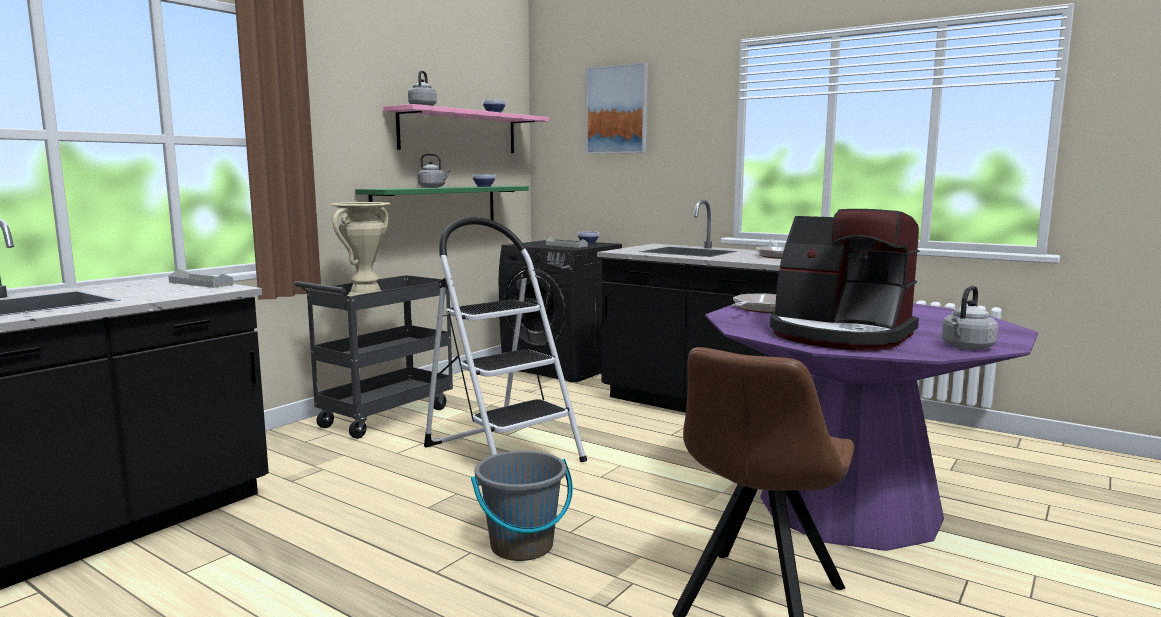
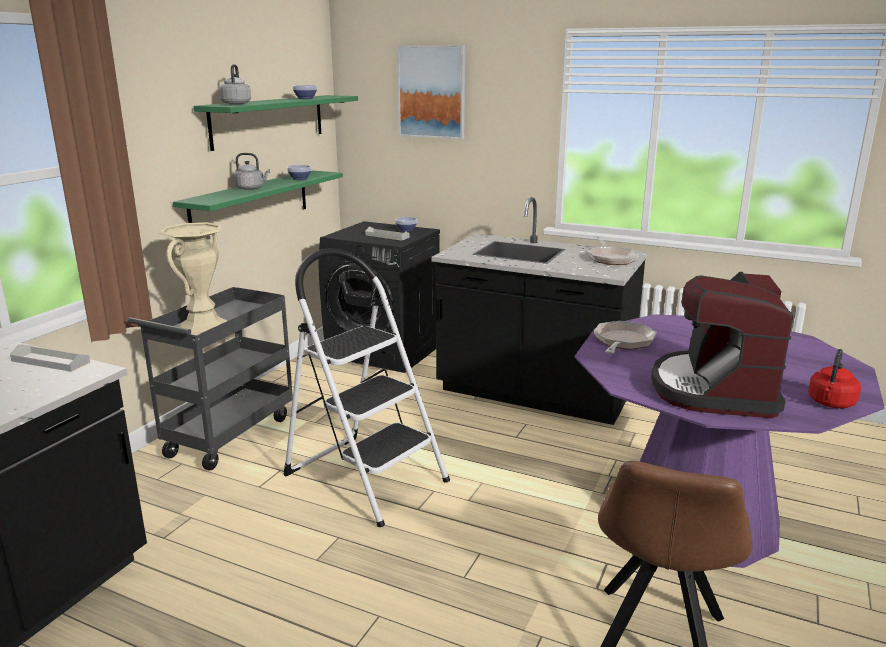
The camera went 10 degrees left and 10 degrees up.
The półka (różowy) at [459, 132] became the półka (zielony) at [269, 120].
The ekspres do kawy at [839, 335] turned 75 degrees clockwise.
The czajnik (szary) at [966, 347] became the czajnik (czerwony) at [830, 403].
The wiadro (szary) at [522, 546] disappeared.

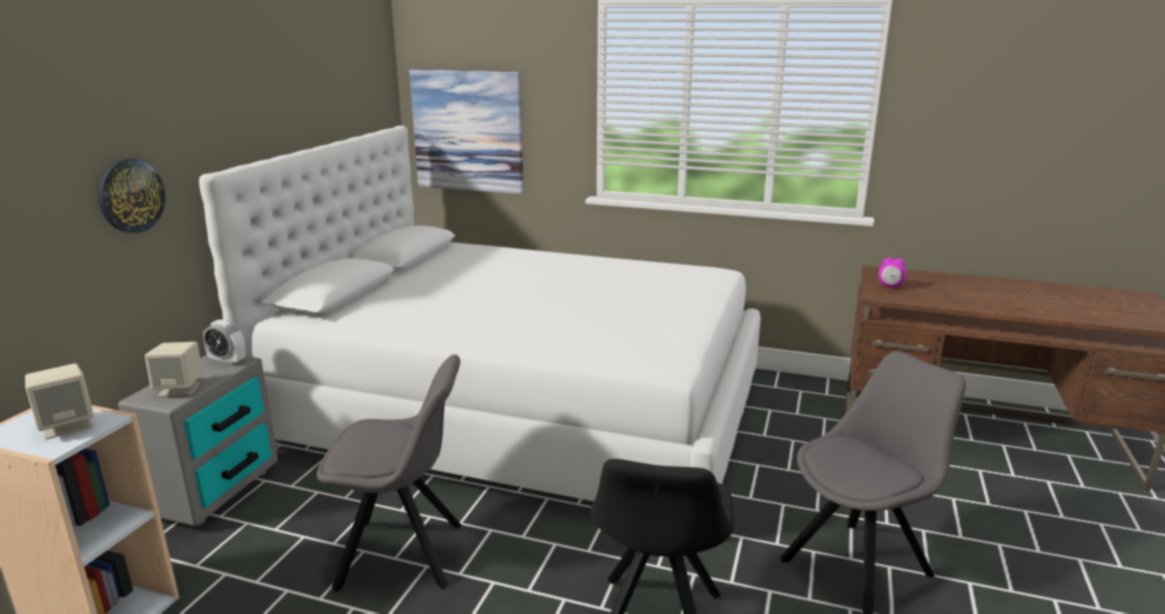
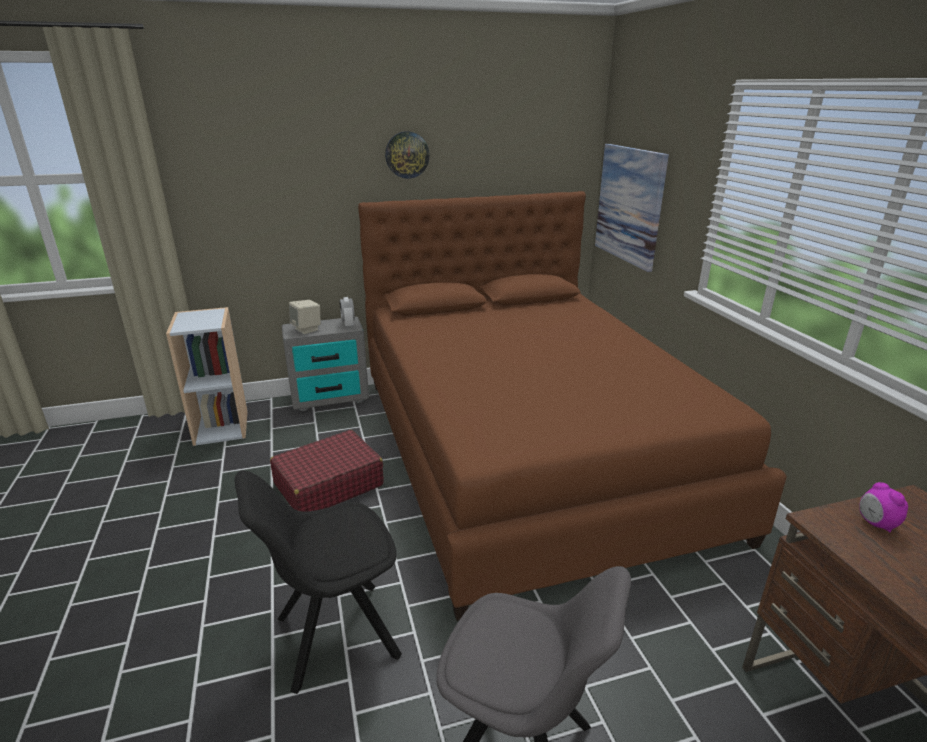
The camera went 55 degrees right and 5 degrees up.
The łóżko (biały) at [520, 412] became the łóżko (brązowy) at [527, 450].
The zegar ścienny moved from [131, 195] to [407, 155].
The krzesło (szary) at [402, 555] was replaced by the walizka (czerwony) at [328, 484].
The głośnik (beżowy) at [67, 426] disappeared.

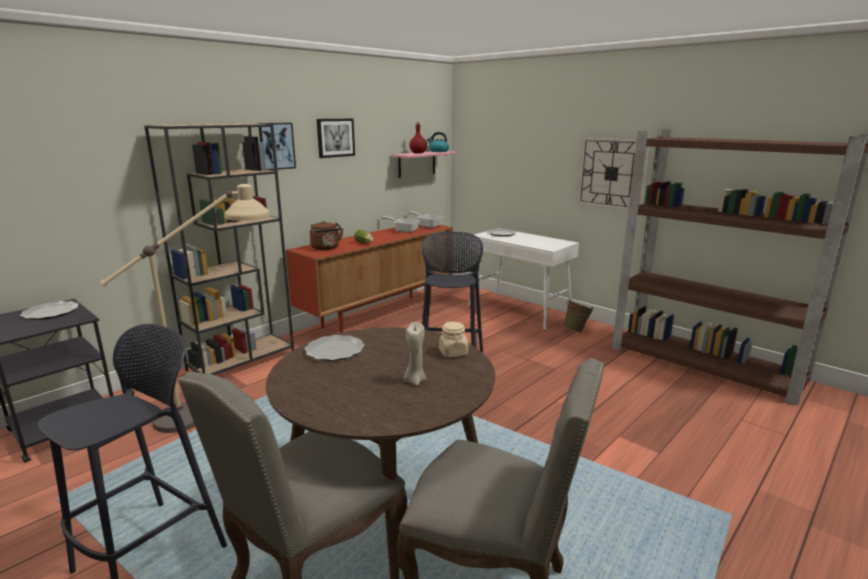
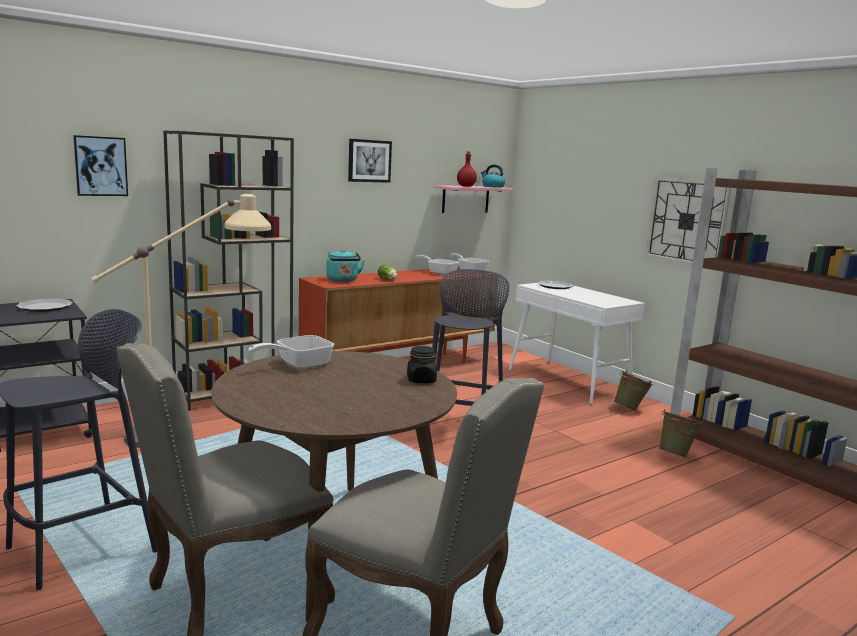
The camera went 10 degrees right and 5 degrees down.
The obraz moved from [276, 146] to [101, 166].
The czajnik (brązowy) at [326, 248] became the czajnik (turkusowy) at [343, 280].
The słoik (beżowy) at [453, 353] became the słoik (czarny) at [421, 380].
The świeca (beżowy) at [414, 380] disappeared.
The talerz at [334, 350] was replaced by the patelnia at [298, 364].
The wiadro (zielony) at [676, 455] appeared.

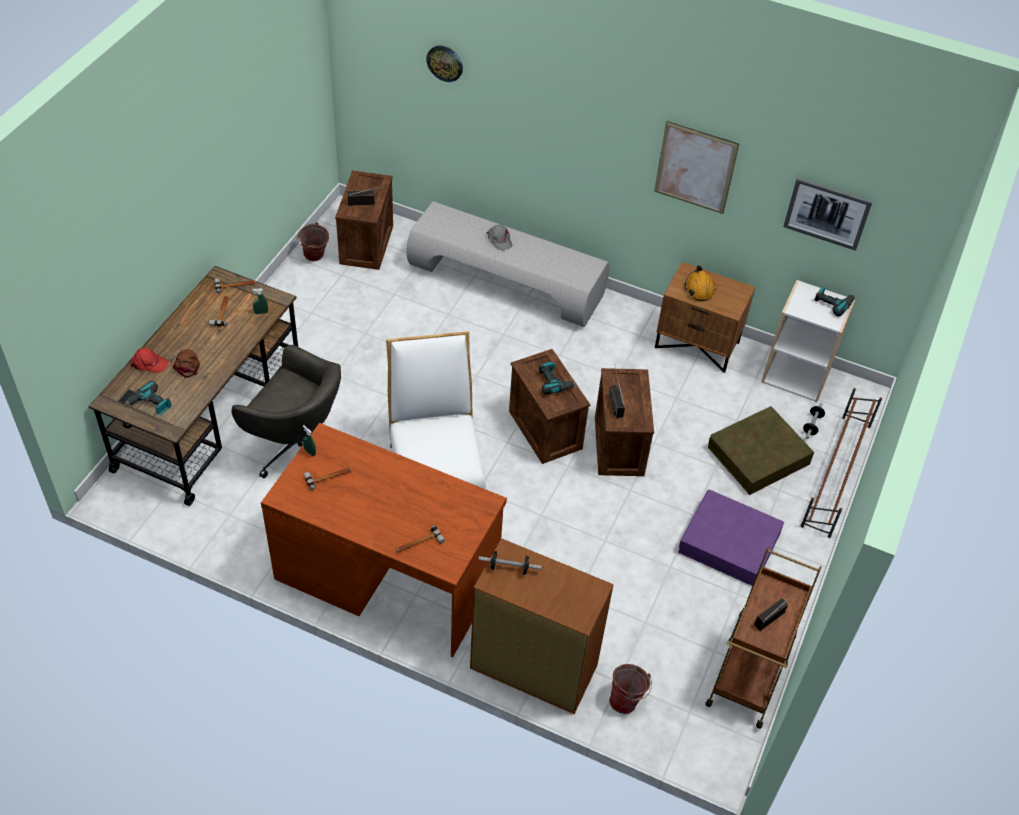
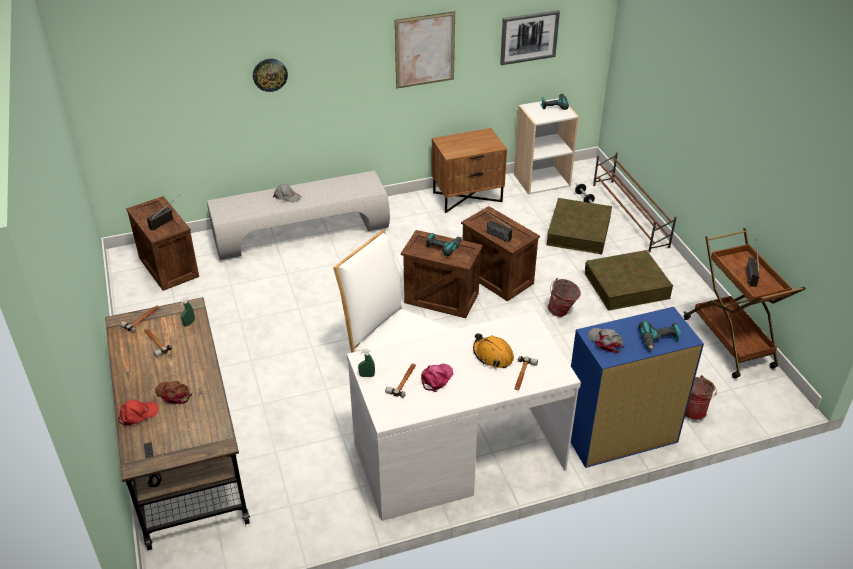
The camera went 40 degrees left and 10 degrees down.
The zegar ścienny moved from [445, 63] to [270, 74].
The wiadro moved from [314, 258] to [562, 313].
The kask (pomarańczowy) moved from [699, 288] to [493, 355].
The krzesło biurowe (szary) at [298, 448] disappeared.
The wiertarka moved from [150, 404] to [659, 340].
The biurko (brązowy) at [387, 575] became the biurko (biały) at [457, 455].
The pojemnik do przechowywania (fioletowy) at [729, 543] became the pojemnik do przechowywania (brązowy) at [626, 286].
The szafka (brązowy) at [533, 666] became the szafka (niebieski) at [619, 435].
The hantel at [509, 568] was replaced by the czapka z daszkiem (szary) at [606, 342].
The czapka z daszkiem (różowy) at [436, 378] appeared.

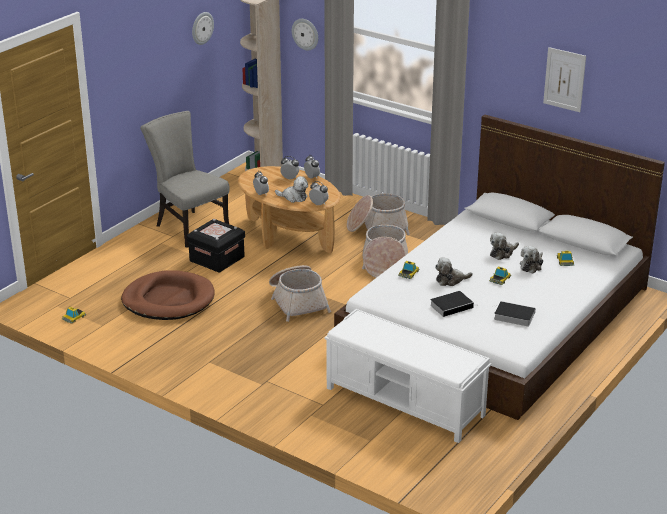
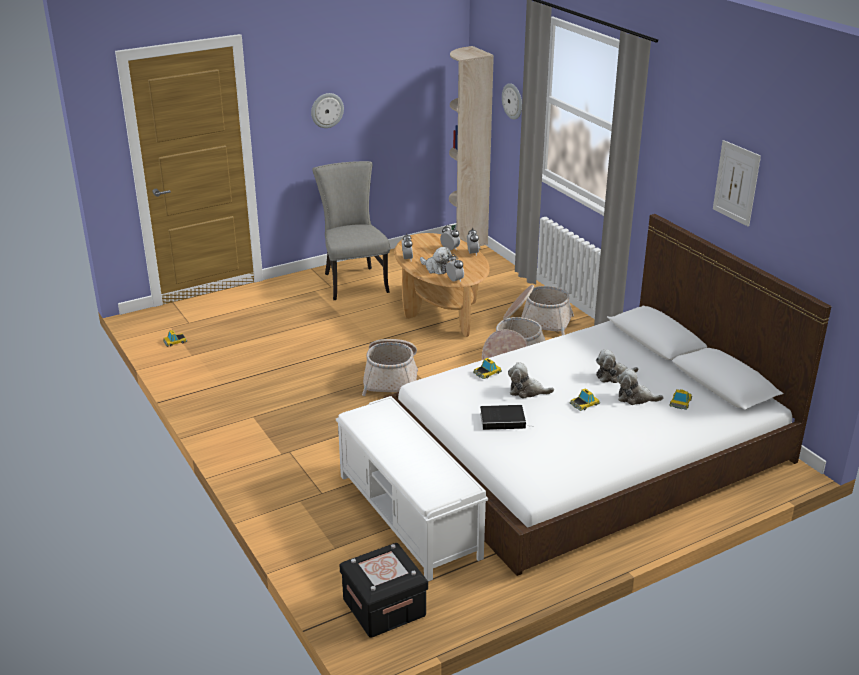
The camera went 25 degrees right and 0 degrees up.
The zegar ścienny moved from [202, 28] to [327, 110].
The pojemnik do przechowywania (czarny) moved from [217, 259] to [384, 607].
The pluszak at [531, 266] turned 45 degrees clockwise.
The legowisko (brązowy) at [168, 300] disappeared.
The książka at [513, 316] disappeared.

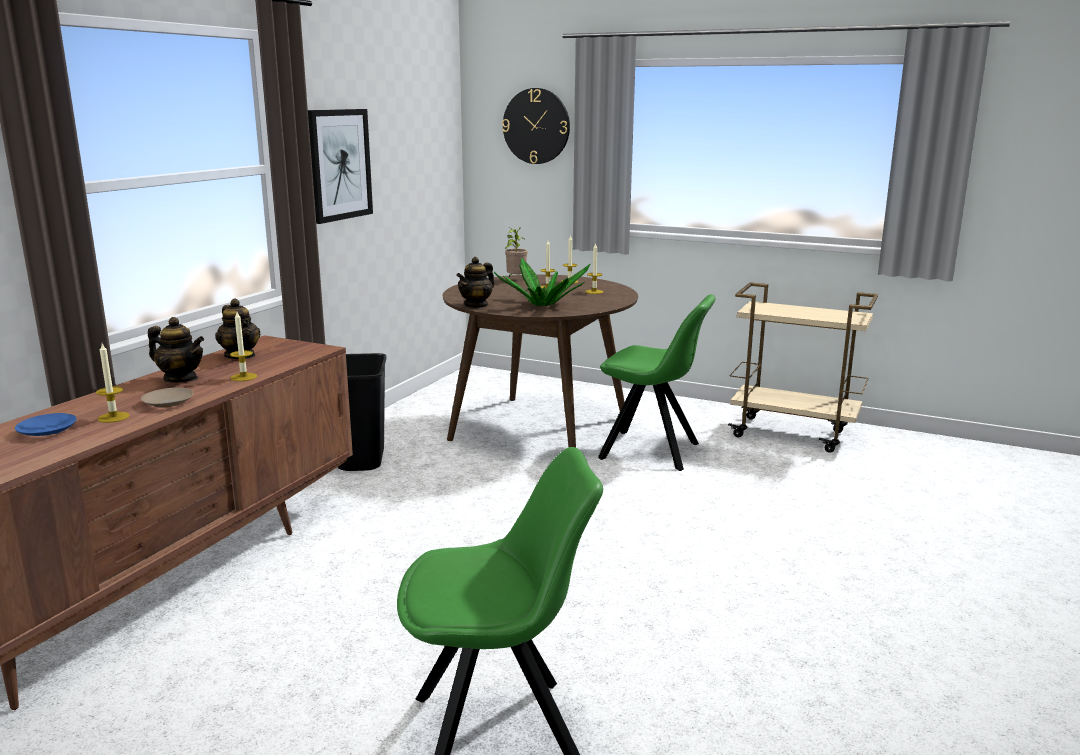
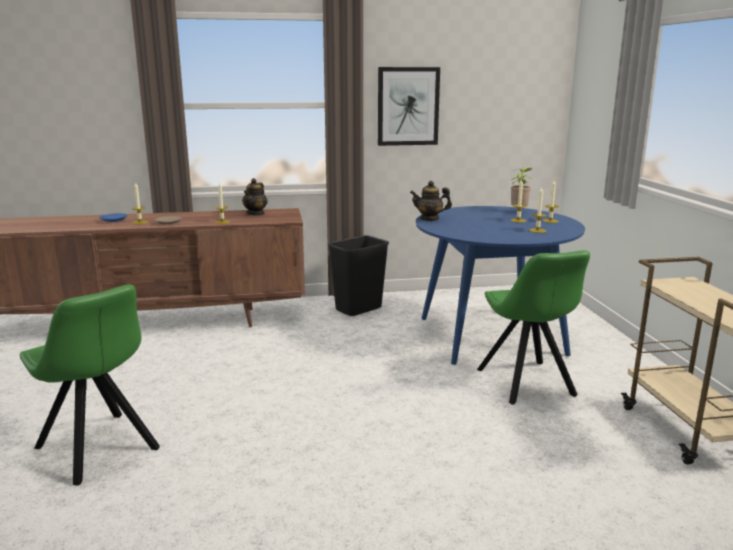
The camera went 55 degrees right and 0 degrees up.
The zegar ścienny at [536, 126] disappeared.
The roślina doniczkowa at [543, 305] disappeared.
The stół jadalny (brązowy) at [540, 429] became the stół jadalny (niebieski) at [490, 336].
The imbryk at [181, 379] disappeared.

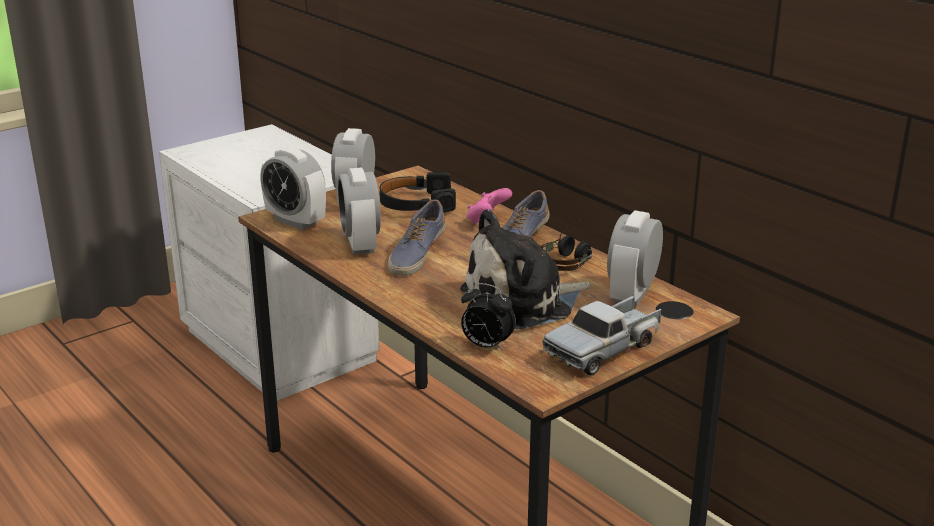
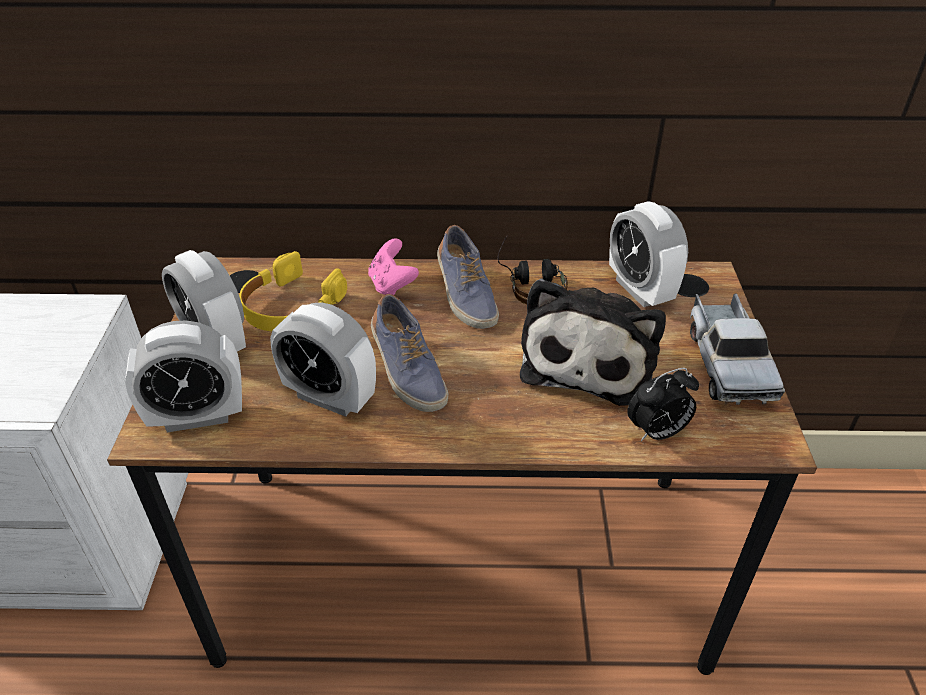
The camera went 50 degrees left and 15 degrees up.
The słuchawki (czarny) at [416, 203] became the słuchawki (żółty) at [290, 306].

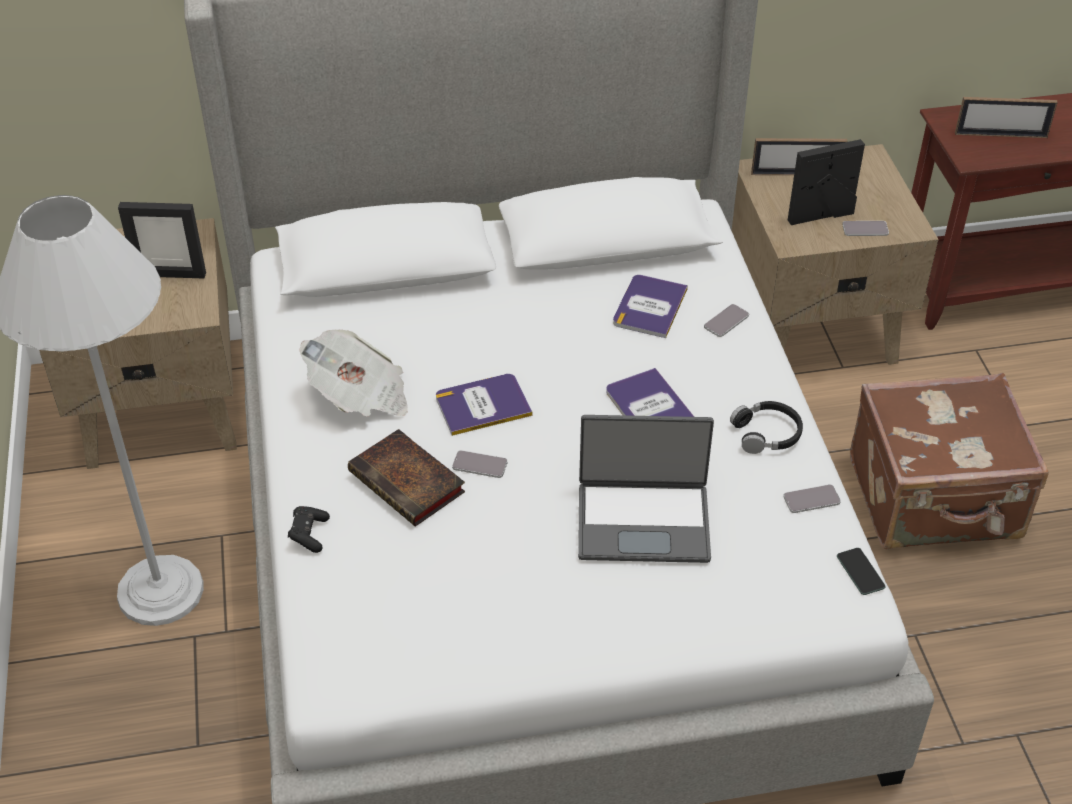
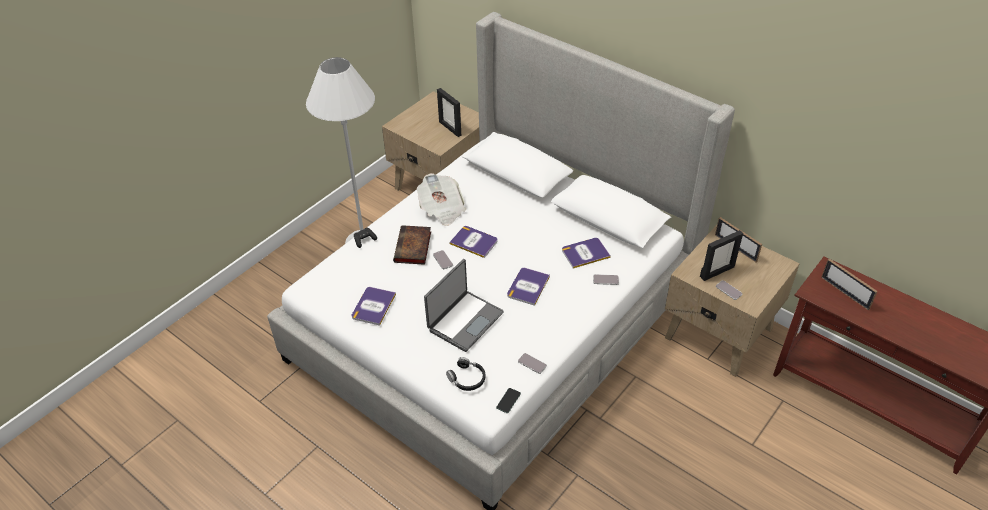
The camera went 50 degrees right and 0 degrees up.
The ramka na zdjęcie at [820, 217] turned 120 degrees clockwise.
The walizka (brązowy) at [935, 500] disappeared.
The słuchawki (czarny) moved from [767, 433] to [467, 378].
The laptop at [643, 521] turned 105 degrees counterclockwise.
The książka at [373, 306] appeared.

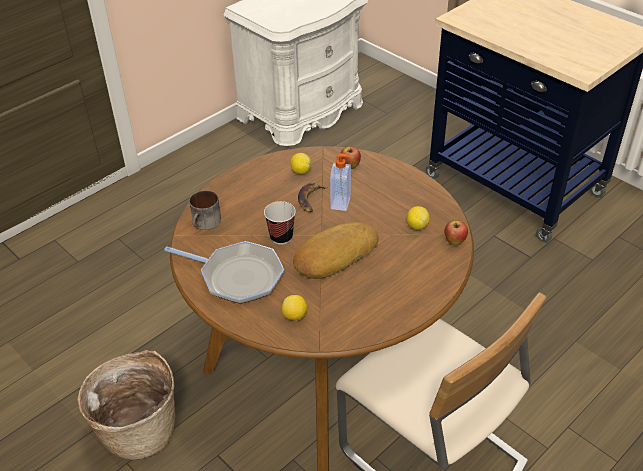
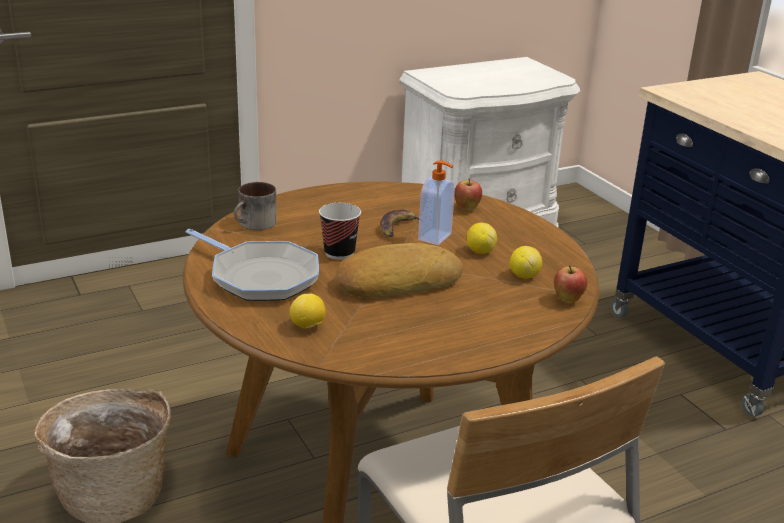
The camera went 15 degrees right and 15 degrees down.
The cytryna moved from [301, 171] to [480, 251].

